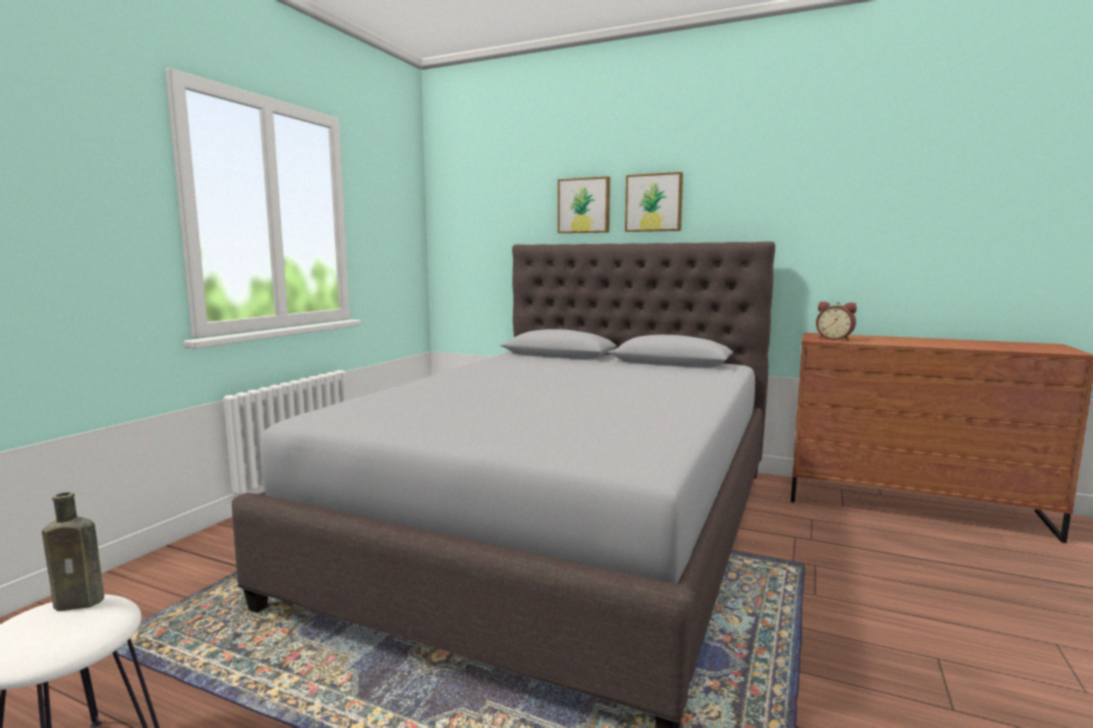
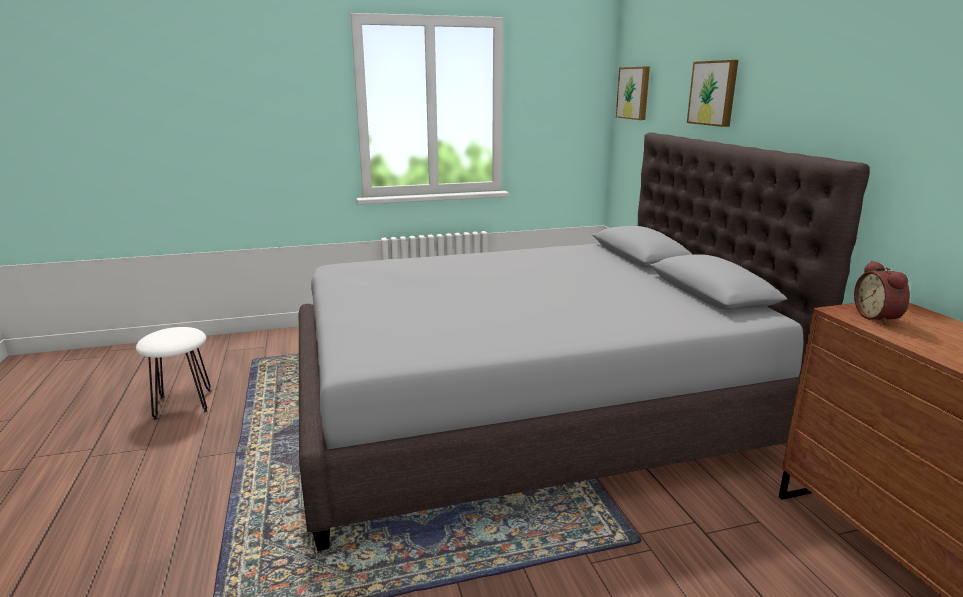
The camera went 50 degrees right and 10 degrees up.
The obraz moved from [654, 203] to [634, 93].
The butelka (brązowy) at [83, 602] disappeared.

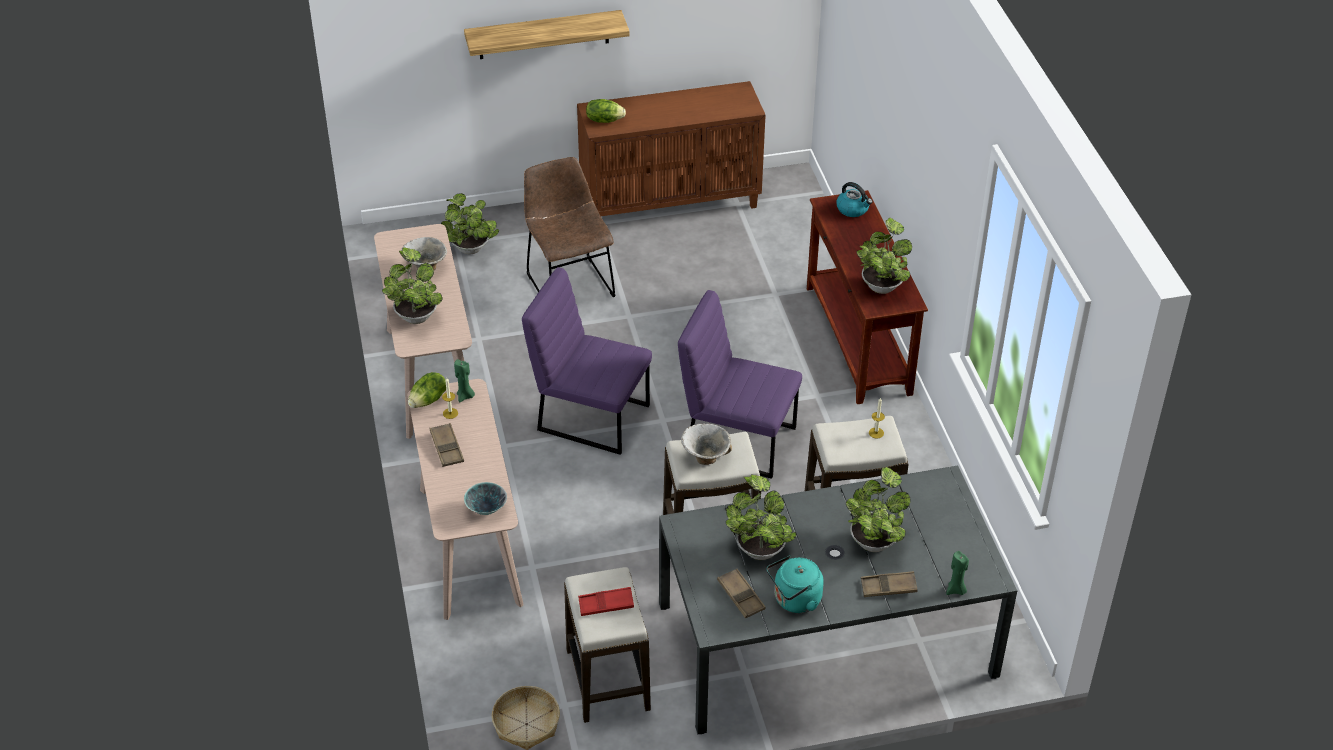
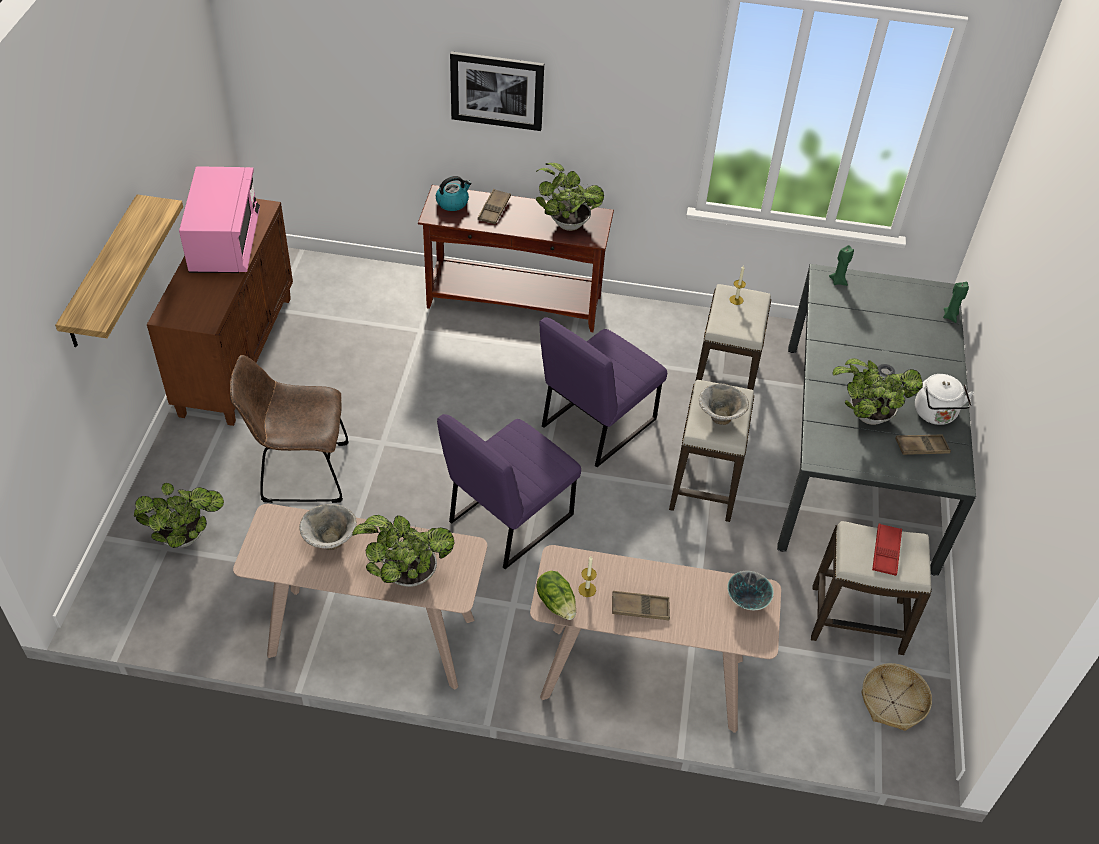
The camera went 70 degrees left and 5 degrees up.
The sałata at [604, 120] disappeared.
The świeca (zielony) moved from [465, 396] to [838, 281].
The roślina doniczkowa at [874, 540] disappeared.
The czajnik (turkusowy) at [794, 600] became the czajnik (biały) at [936, 414].
The taca (brązowy) moved from [888, 587] to [494, 209].
The obraz at [497, 90] appeared.
The mikrofalówka (różowy) at [225, 243] appeared.

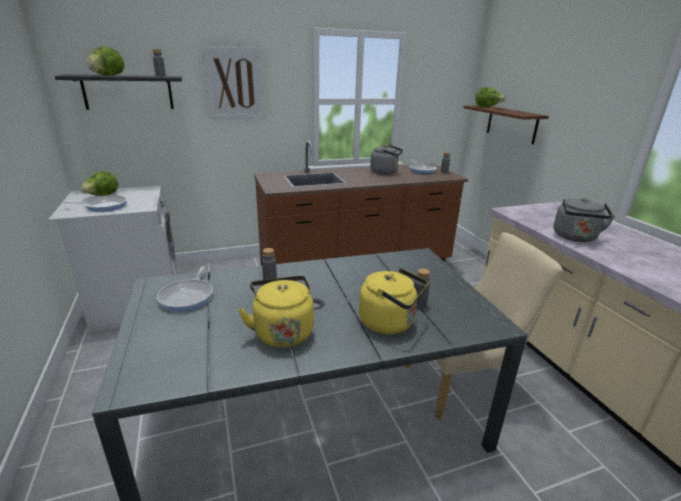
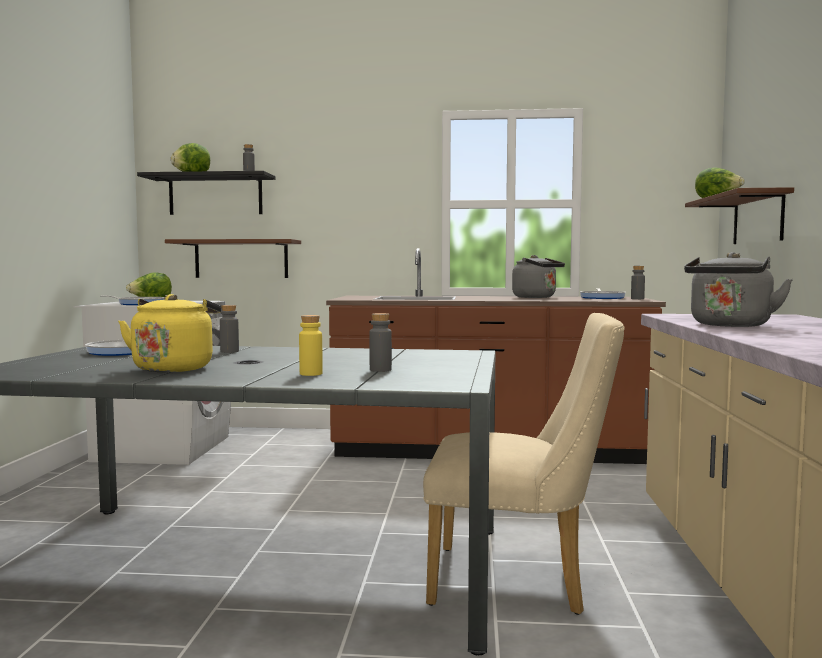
The camera went 25 degrees right and 20 degrees down.
The obraz at [235, 83] disappeared.
The czajnik (żółty) at [390, 323] was replaced by the butelka (żółty) at [311, 374].
The półka (brązowy) at [241, 259] appeared.

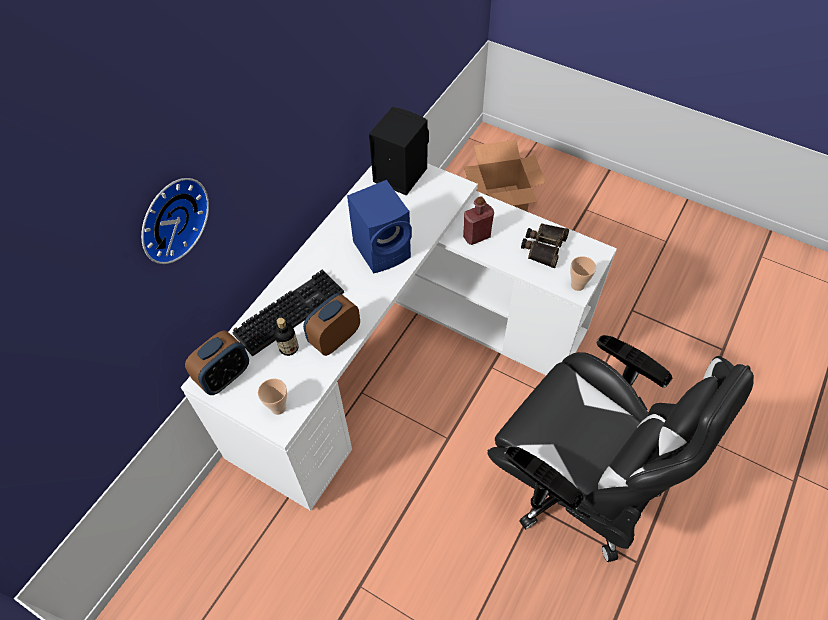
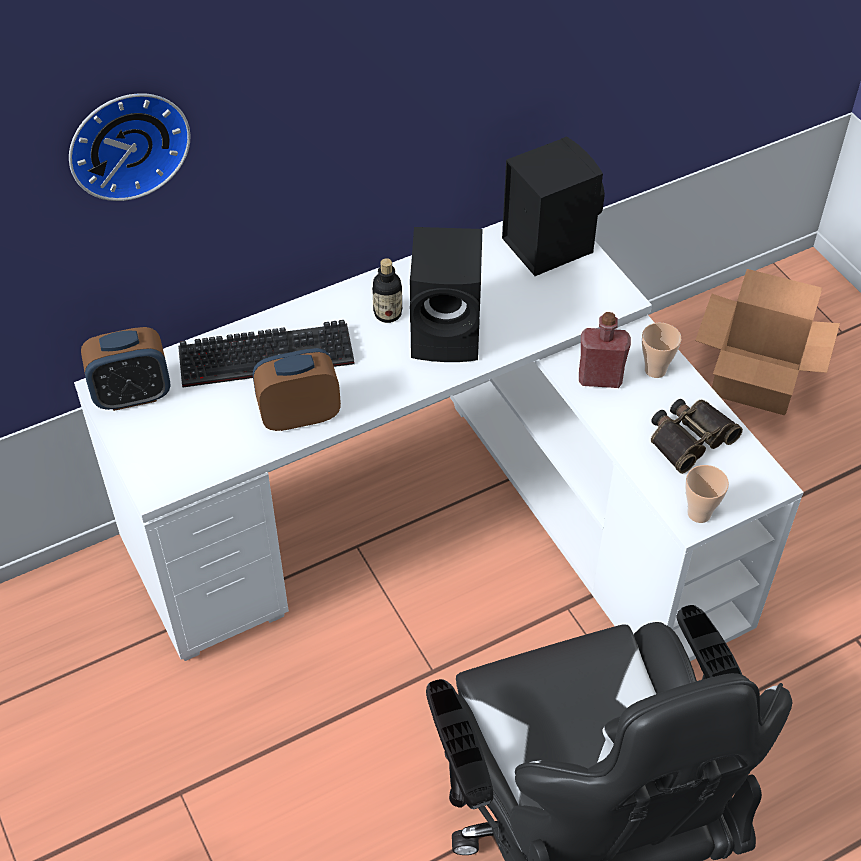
The camera went 30 degrees right and 5 degrees down.
The głośnik (niebieski) at [384, 249] became the głośnik (czarny) at [449, 334].
The butelka moved from [289, 348] to [388, 314].
The filiżanka moved from [278, 407] to [655, 370].

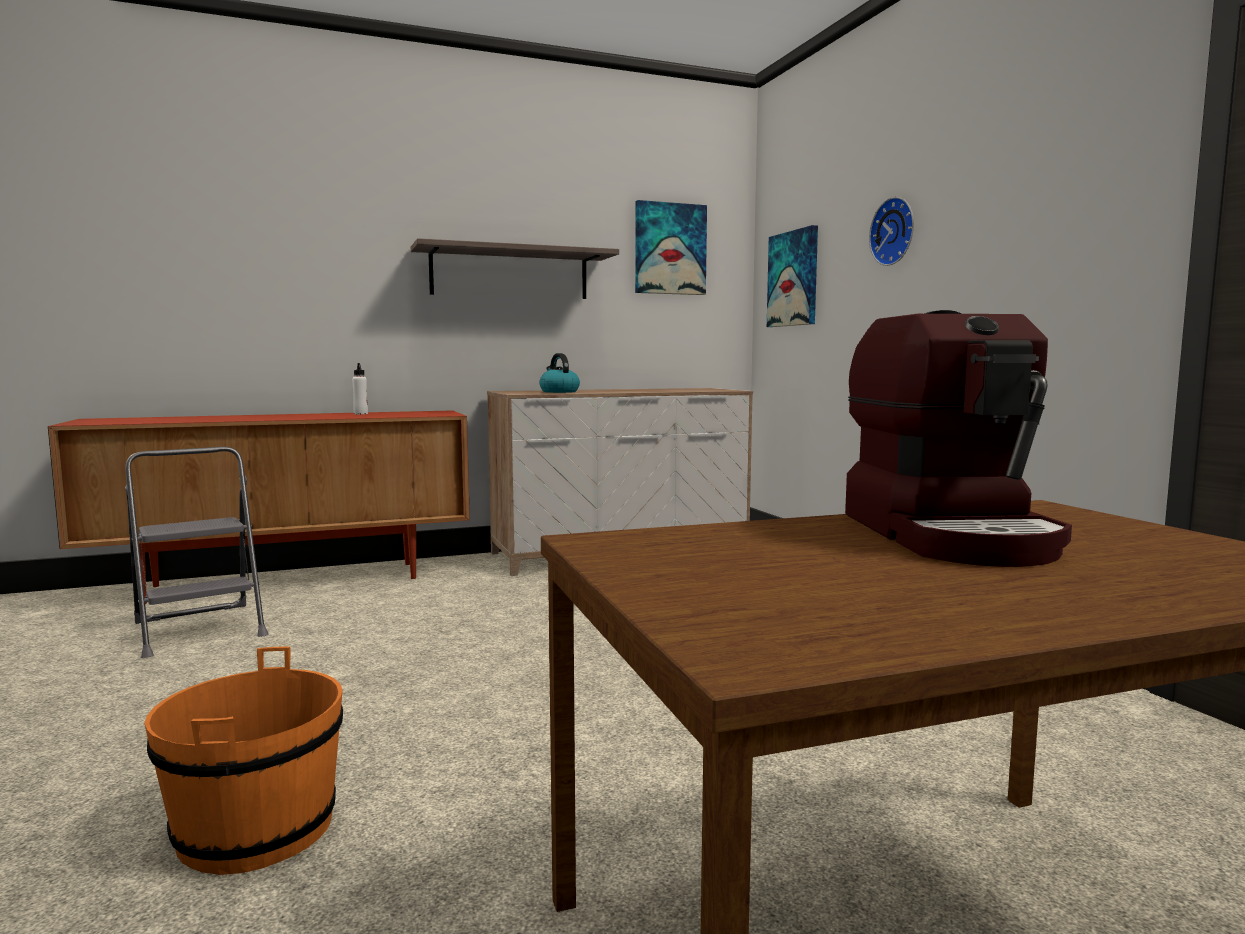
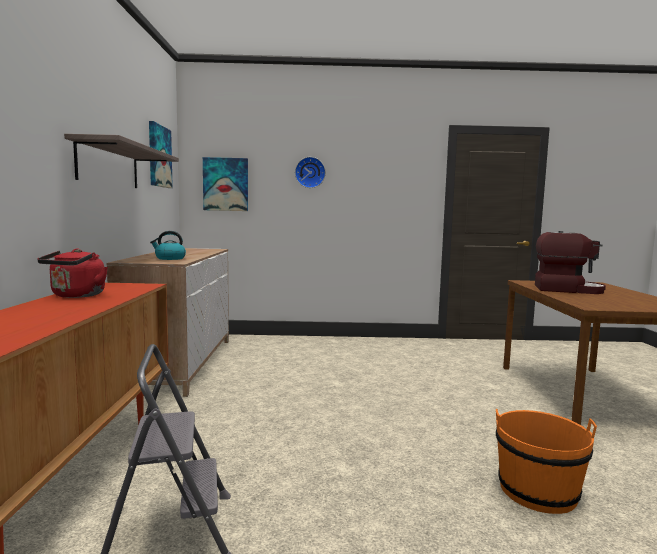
The camera went 70 degrees left and 0 degrees up.
The butelka (biały) at [361, 413] was replaced by the czajnik (czerwony) at [76, 296].

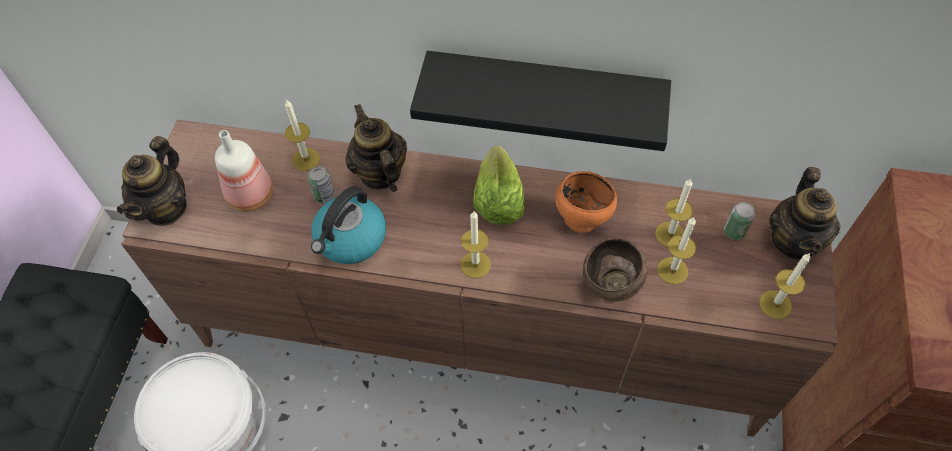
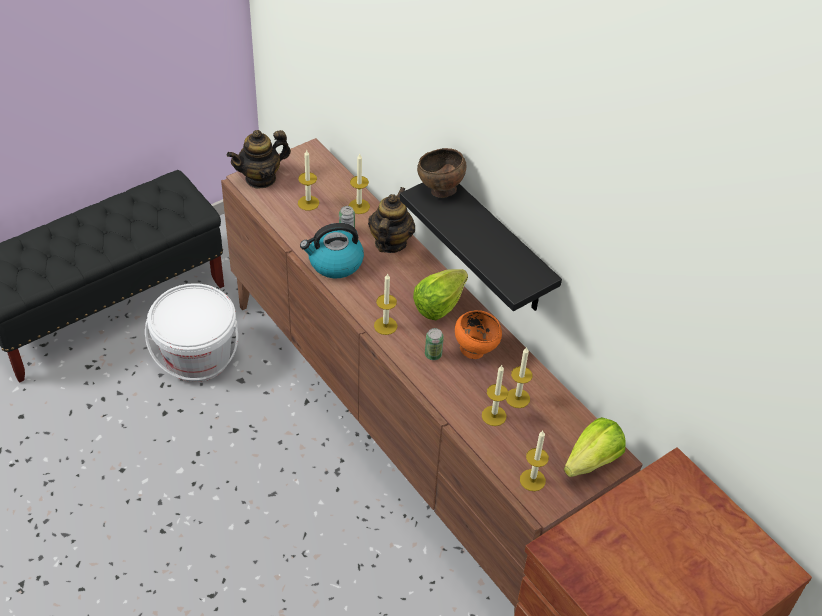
The camera went 40 degrees right and 10 degrees down.
The butelka at [249, 195] was replaced by the świeca at [308, 203].
The imbryk at [794, 240] was replaced by the sałata at [592, 461].
The puszka moved from [734, 232] to [433, 354].
The miska (brązowy) moved from [610, 288] to [440, 191].

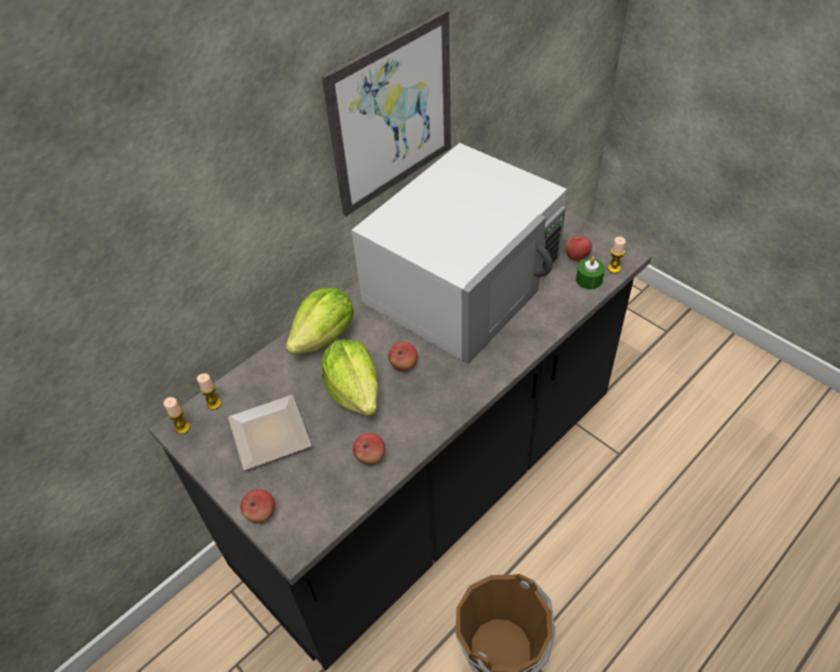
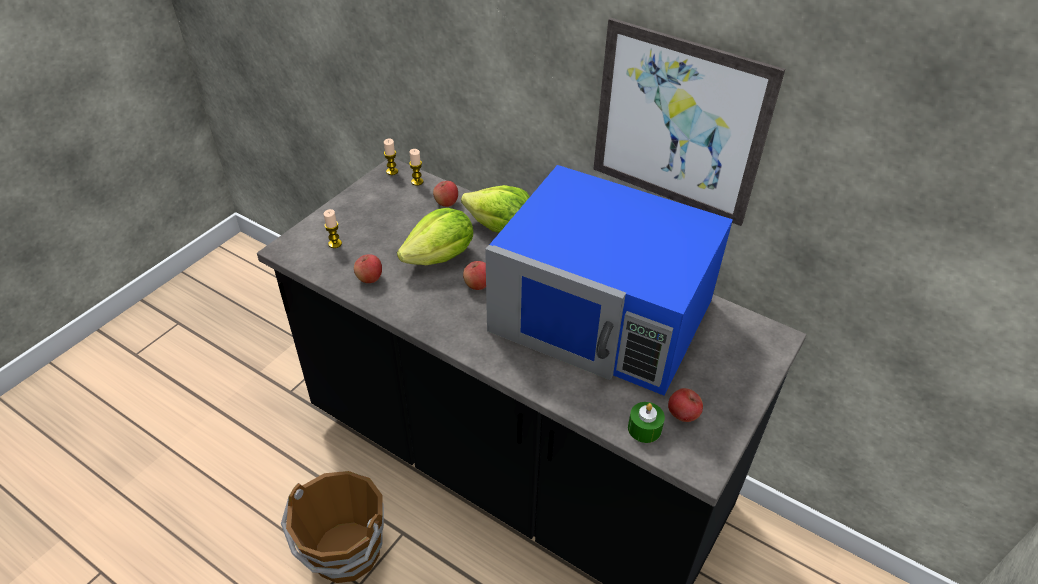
The camera went 75 degrees right and 5 degrees down.
The mikrofalówka (biały) at [464, 282] became the mikrofalówka (niebieski) at [603, 315].
The świeca moved from [614, 268] to [335, 244].
The talerz at [273, 435] disappeared.
The jabłko moved from [261, 513] to [446, 203].

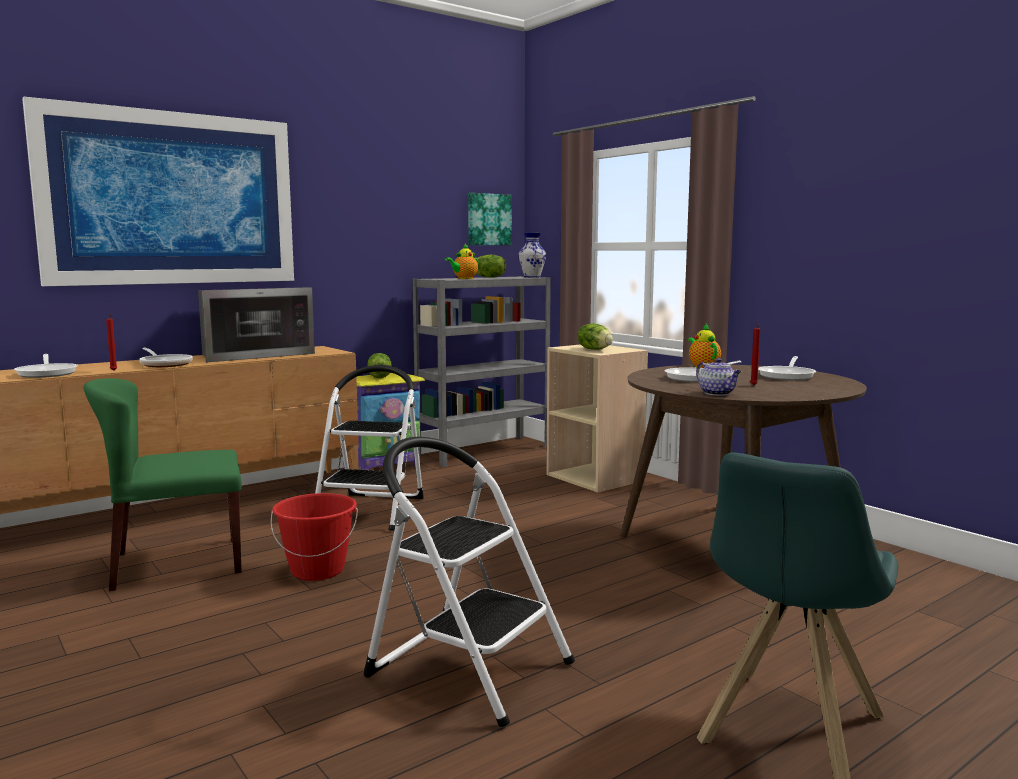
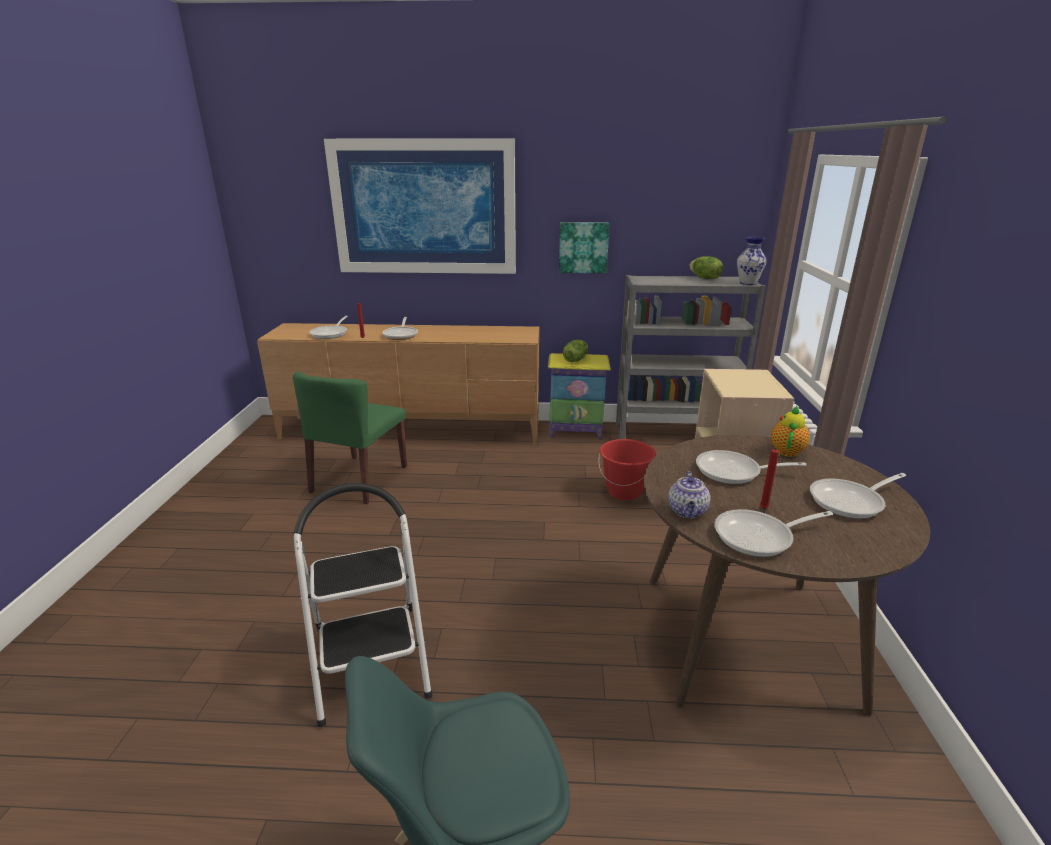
The camera went 40 degrees right and 15 degrees up.
The obraz moved from [488, 219] to [583, 247].
The imbryk at [464, 278] disappeared.
The mikrofalówka at [253, 354] disappeared.
The sałata at [595, 349] disappeared.
The drabinka at [372, 510] disappeared.
The krzesło (zielony) at [176, 563] turned 90 degrees counterclockwise.
The wiadro (czerwony) moved from [317, 570] to [624, 491].
The patelnia at [759, 537] appeared.

